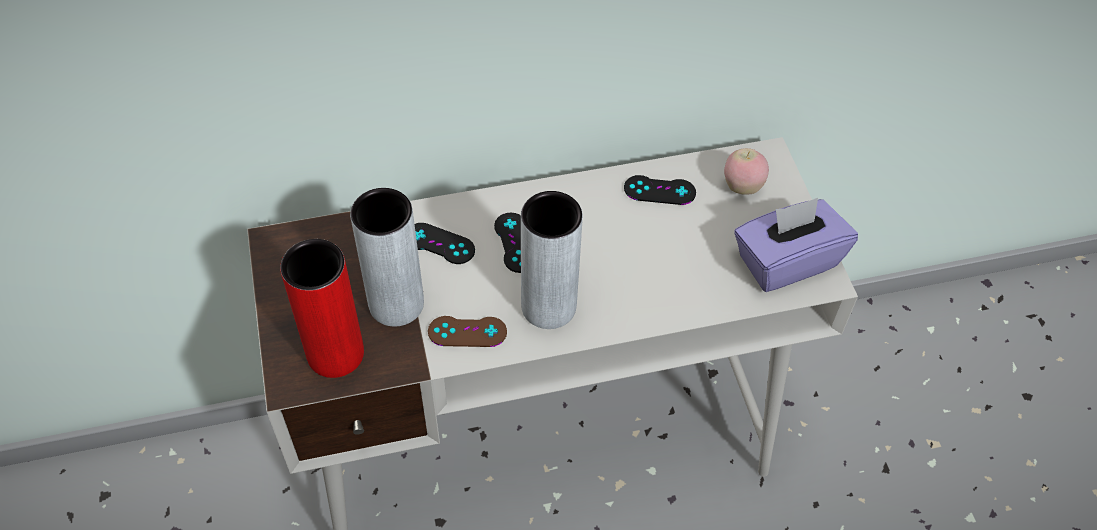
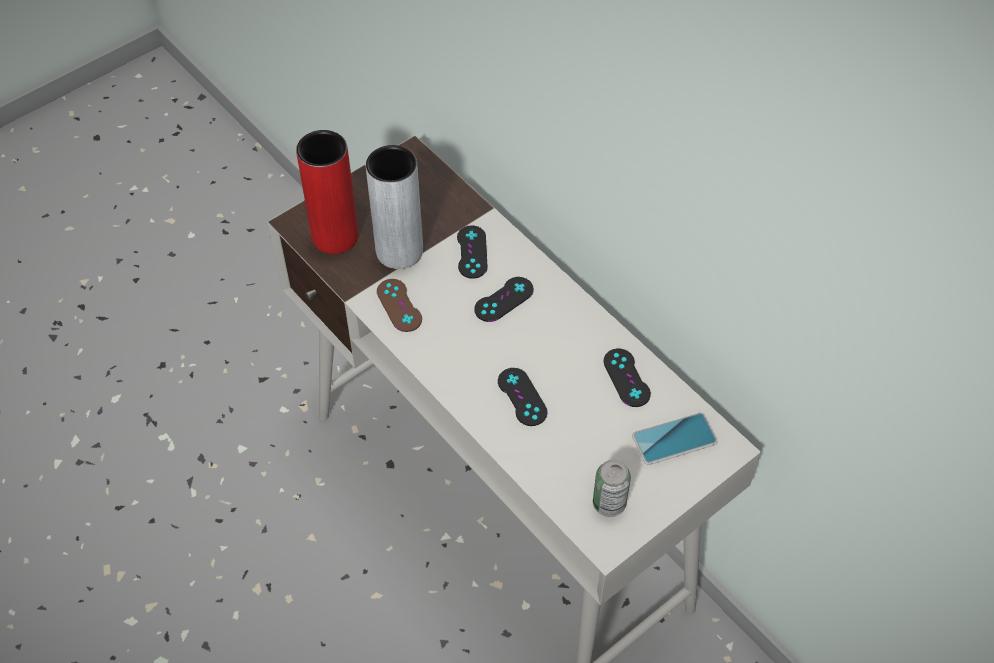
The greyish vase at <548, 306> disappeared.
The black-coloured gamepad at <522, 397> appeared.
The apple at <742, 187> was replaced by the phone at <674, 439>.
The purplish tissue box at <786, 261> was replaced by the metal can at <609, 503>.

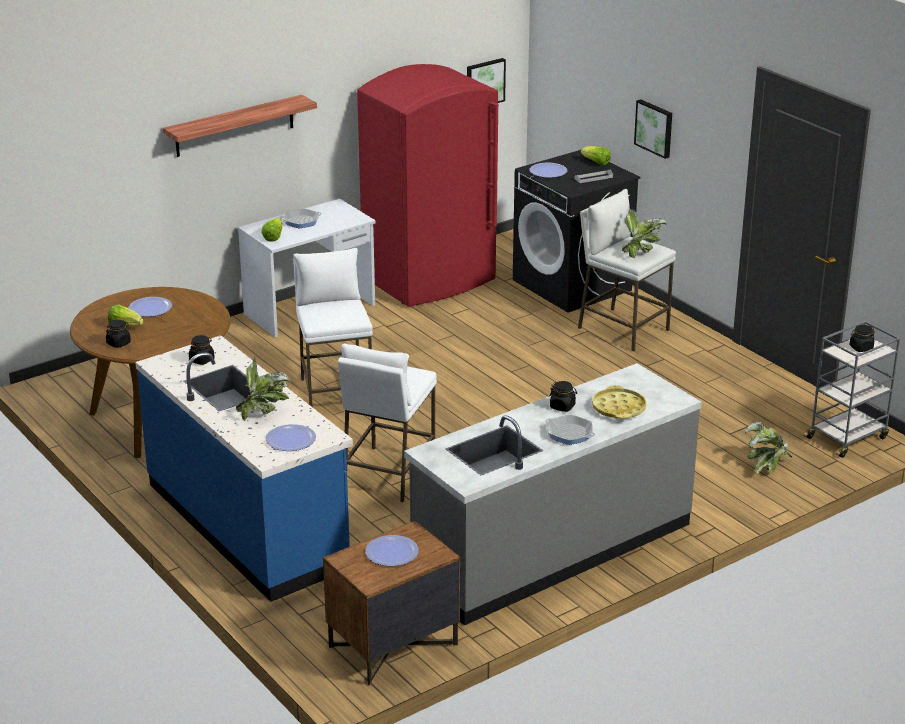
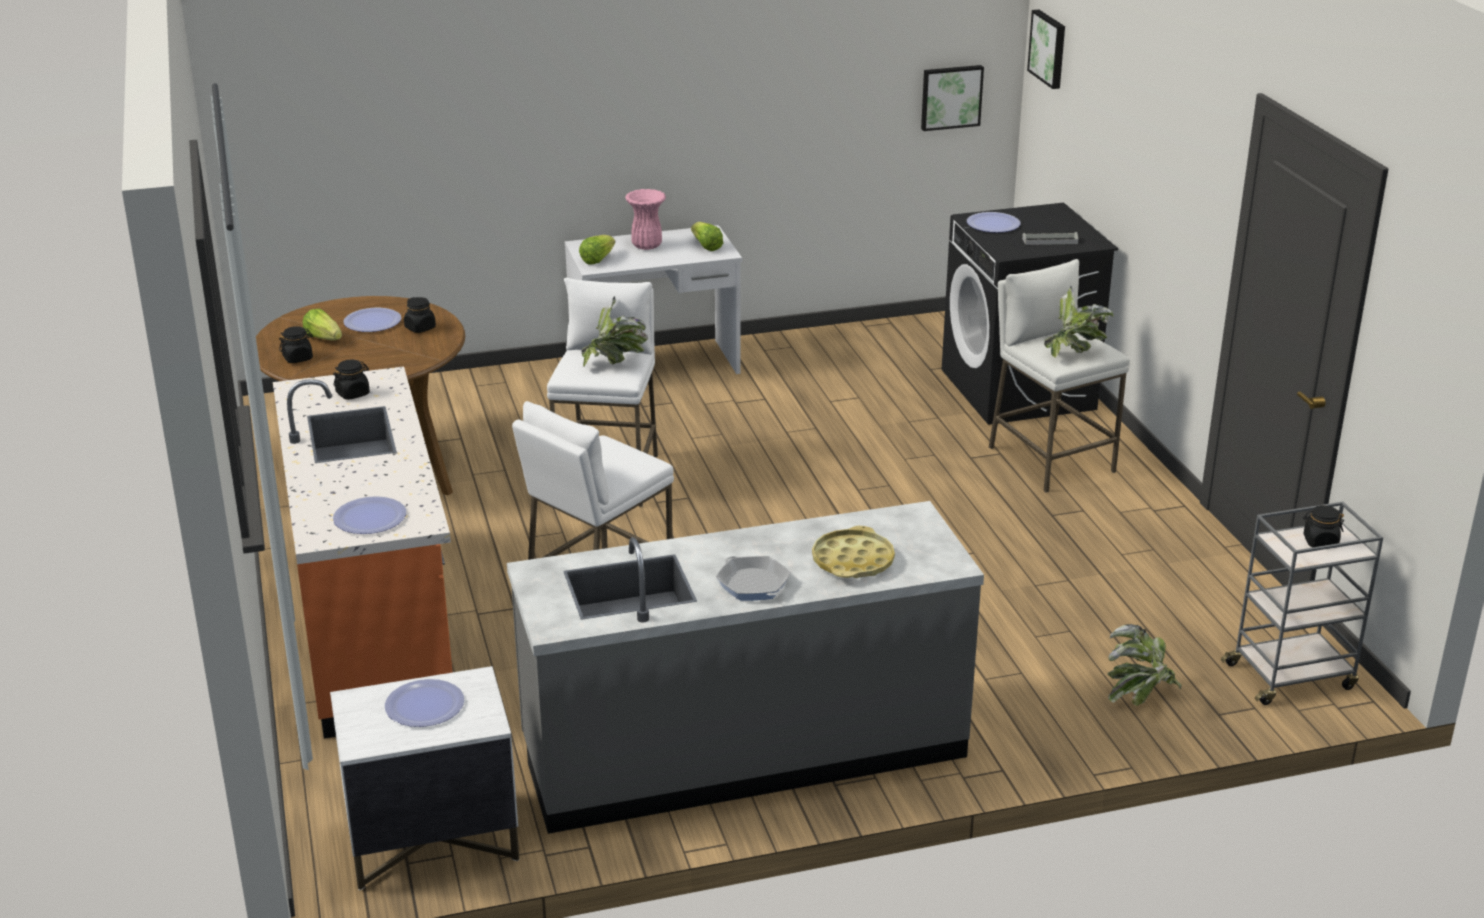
The wall shelf at <234, 126> disappeared.
The reddish fridge at <430, 280> disappeared.
The houseplant moved from <264, 412> to <615, 363>.
The black-coloured storage jar moved from <562, 407> to <420, 328>.
The lettuce head moved from <596, 163> to <706, 246>.
The wall picture moved from <655, 128> to <1049, 48>.
The skillet at <301, 221> was replaced by the pink-coloured vase at <647, 246>.
The bluish counter at <248, 524> became the orangey counter at <375, 627>.
The brown bedside table at <392, 646> became the white-coloured bedside table at <431, 840>.

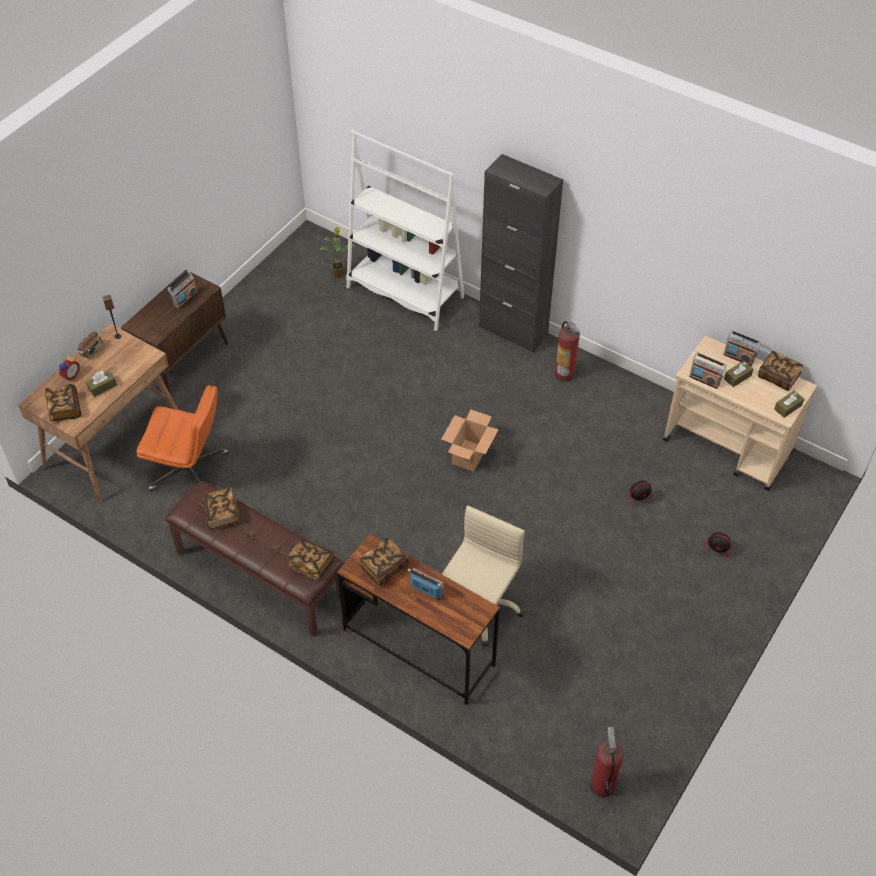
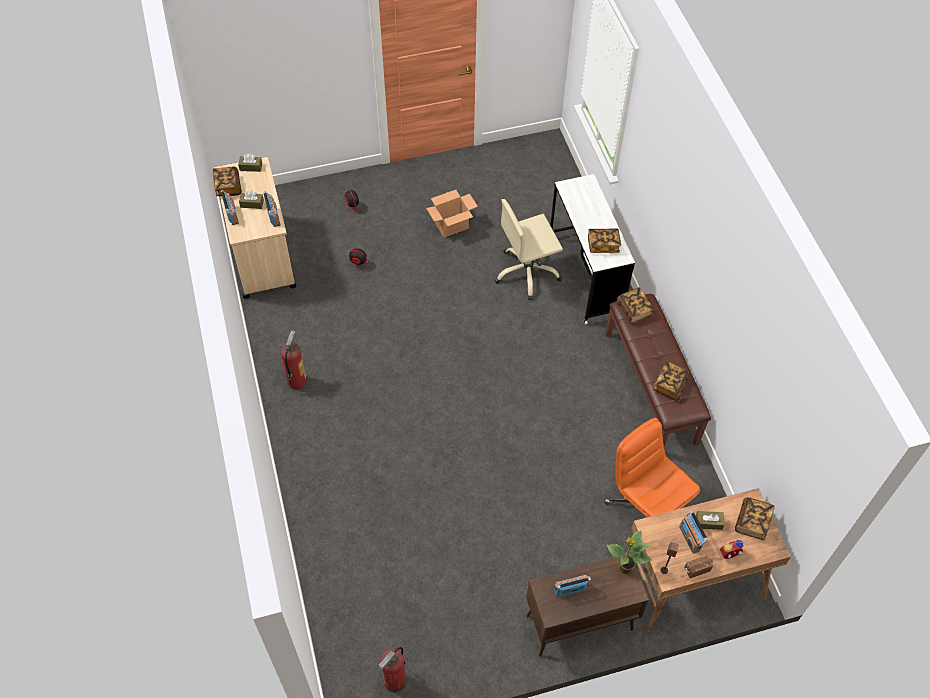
The white-coloured bookcase at <405, 292> disappeared.
The black-coloured cabinet at <513, 331> disappeared.
The houseplant moved from <338, 274> to <624, 569>.
The radio set moved from <426, 590> to <690, 538>.
The packing box moved from <469, 456> to <452, 226>.
The extinguisher moved from <602, 785> to <395, 681>.
The brown desk table at <418, 648> became the white-coloured desk table at <585, 275>.

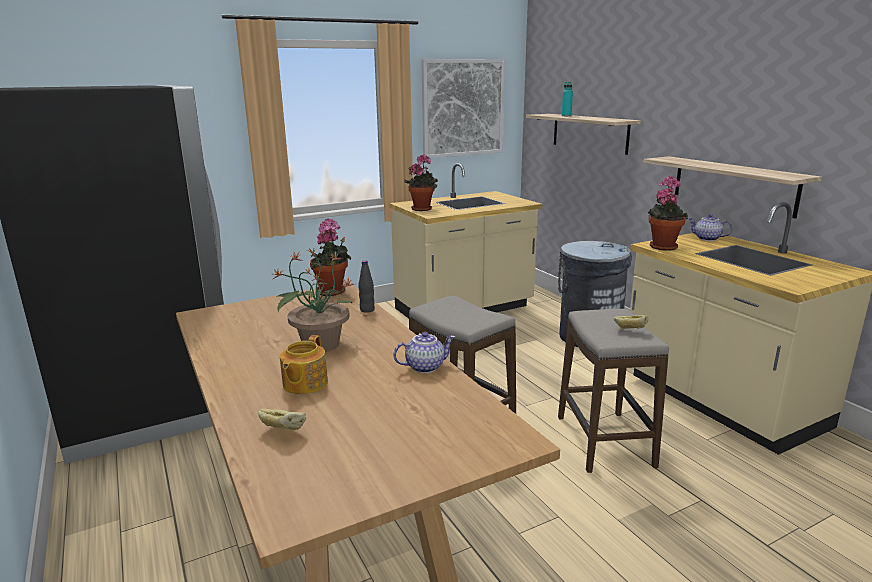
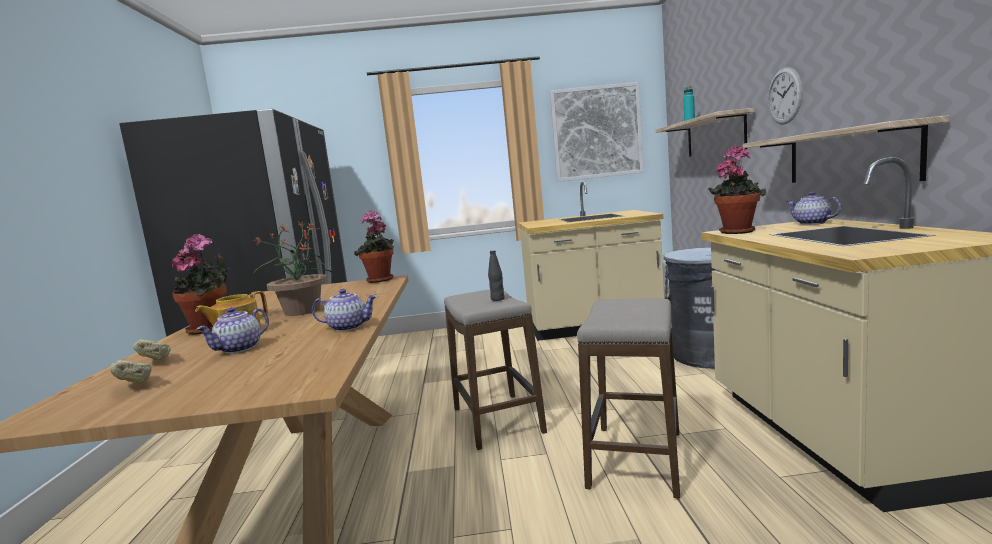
The teapot at <239, 349> appeared.
The hanging clock at <784, 96> appeared.
The black-coloured beverage bottle moved from <367, 310> to <497, 299>.
The houseplant moved from <423, 208> to <211, 329>.
The bakery bread moved from <629, 331> to <135, 387>.

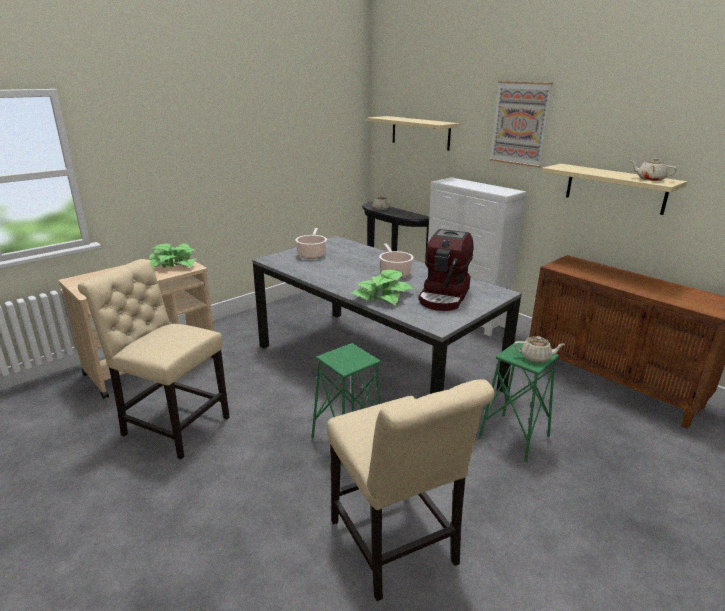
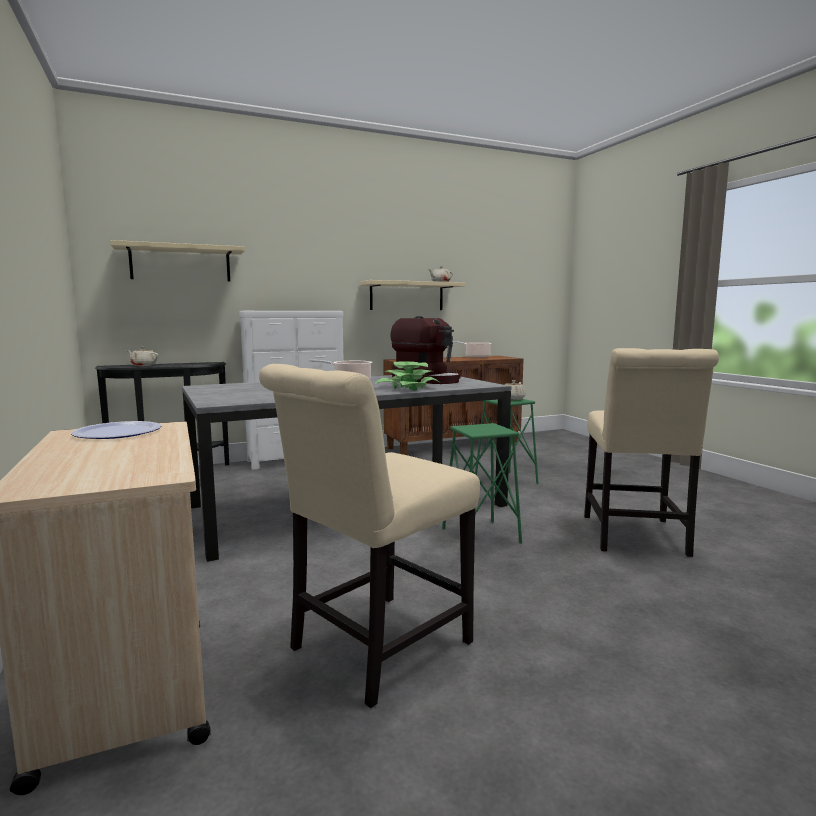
The wall picture at <520, 124> disappeared.
The cooking pot moved from <312, 254> to <475, 357>.
The houseplant at <173, 264> was replaced by the plate at <117, 432>.
The beige upright chair at <396, 547> turned 105 degrees clockwise.

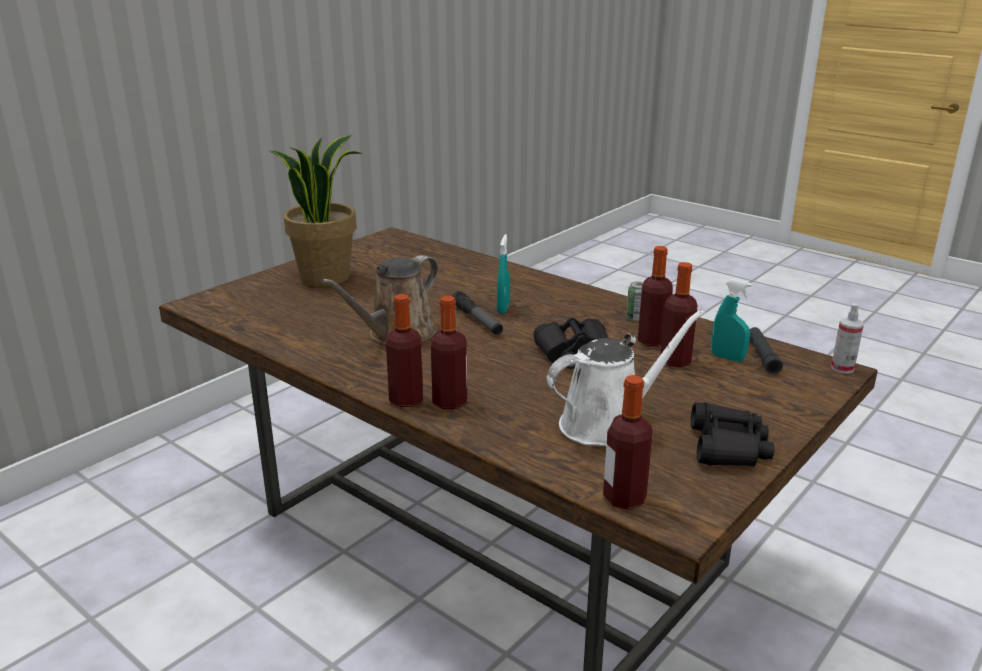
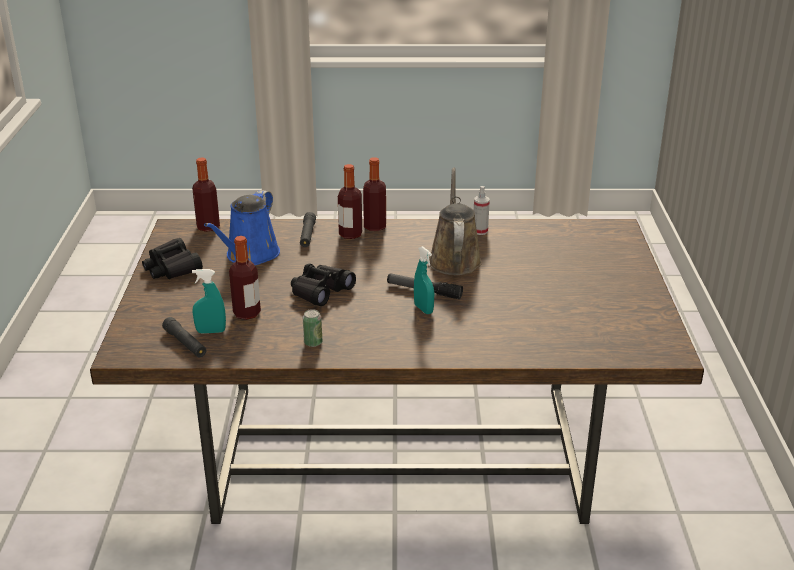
The houseplant at <325, 277> disappeared.
The beverage bottle at <652, 341> disappeared.
The black-coloured torch at <307, 235> appeared.
The sprayer moved from <842, 368> to <480, 231>.
The white-coloured watering pot at <608, 423> became the bluish watering pot at <250, 256>.

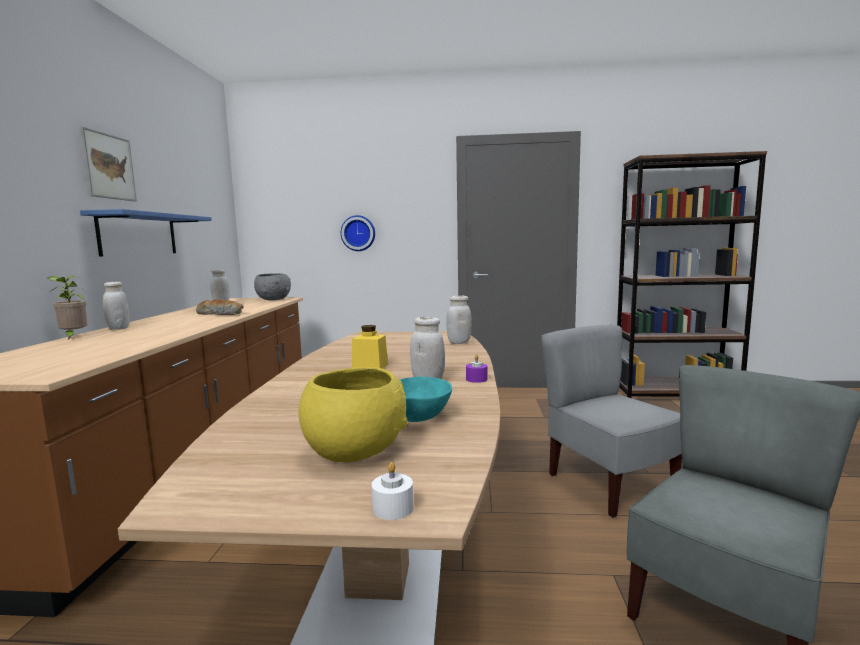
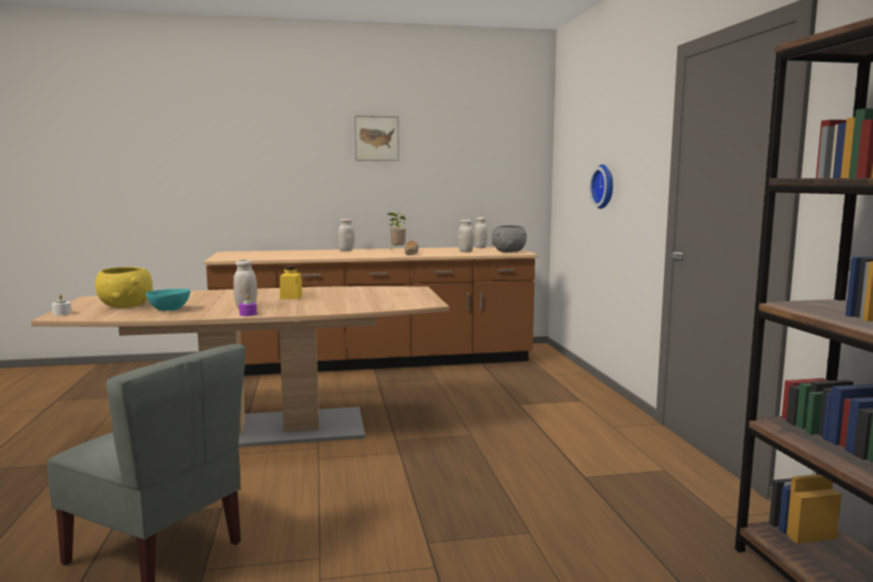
The bluish wall shelf at <138, 234> disappeared.
The greyish upright chair at <609, 484> disappeared.
The houseplant moved from <73, 337> to <397, 250>.
The white-coloured storage jar moved from <459, 342> to <465, 251>.

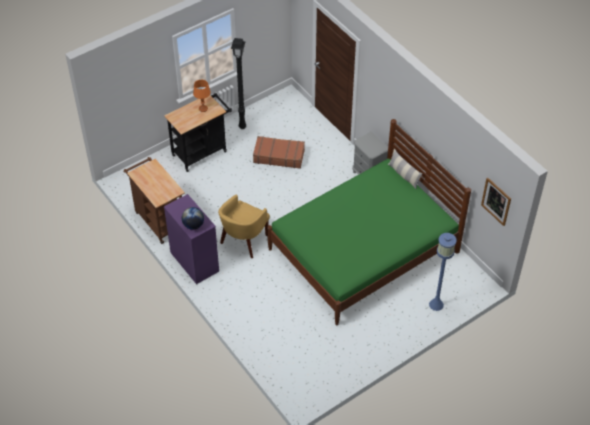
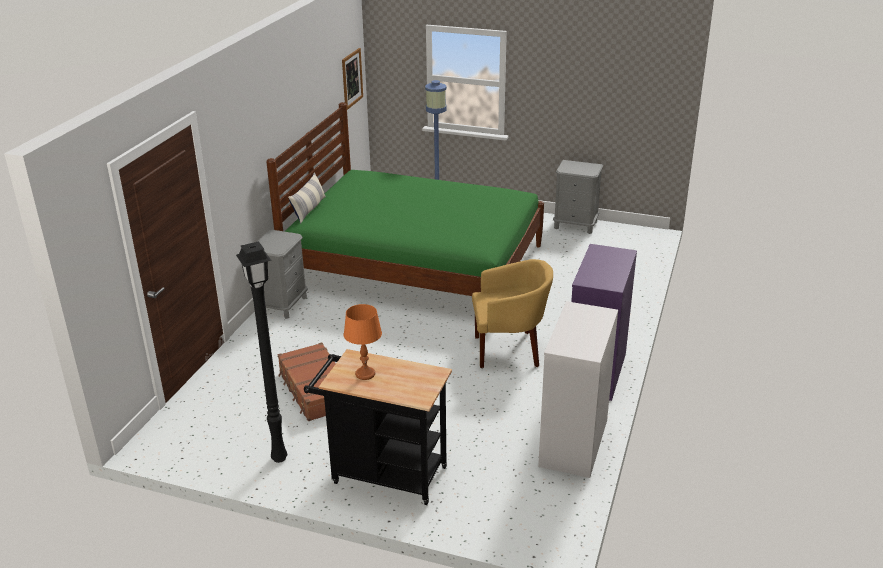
The world globe at <193, 225> disappeared.
The greyish bedside table at <575, 225> appeared.
The brown cart at <158, 219> was replaced by the white-coloured chest of drawers at <573, 443>.

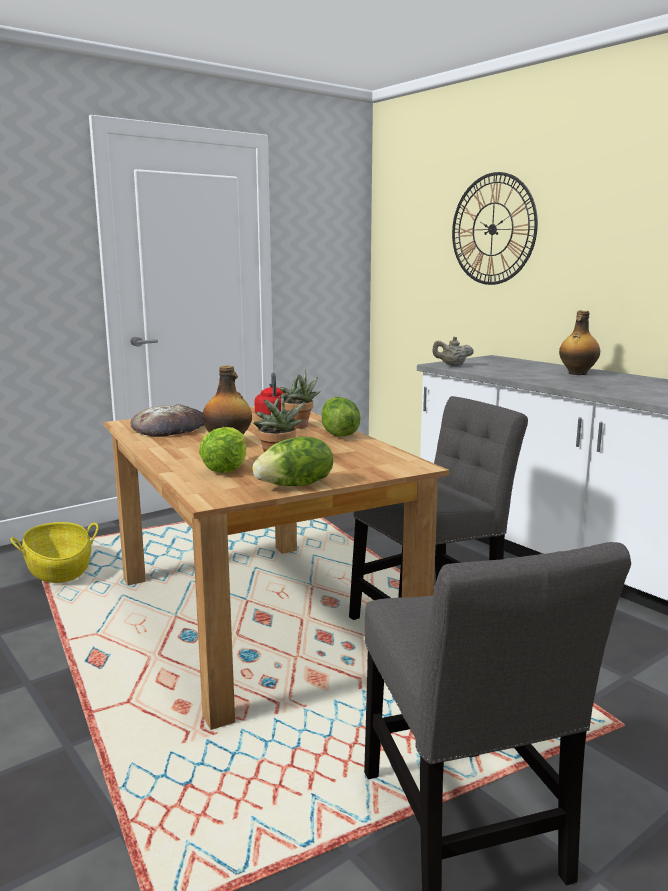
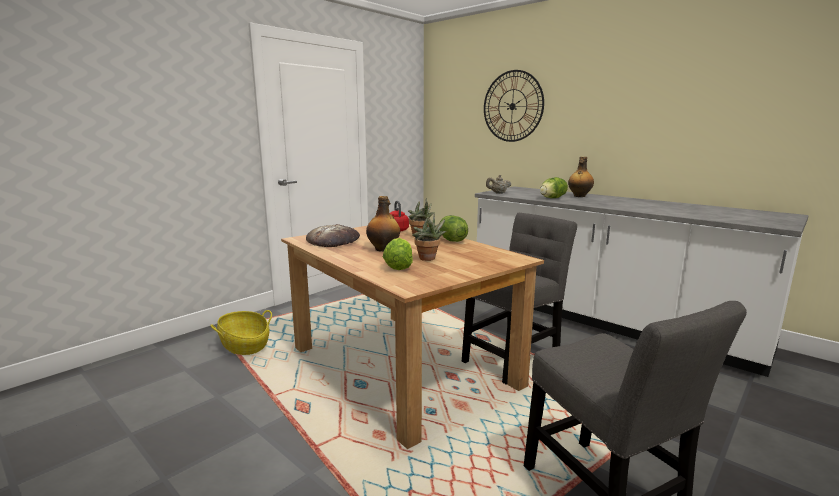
The lettuce head moved from <296, 485> to <552, 198>.

